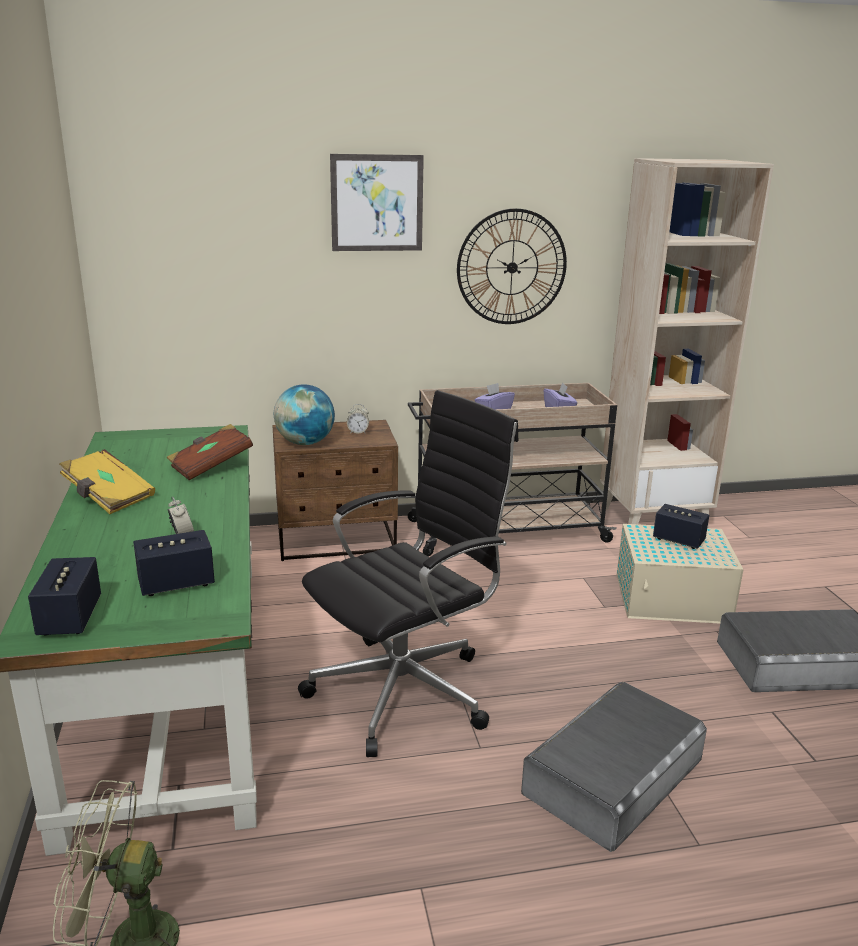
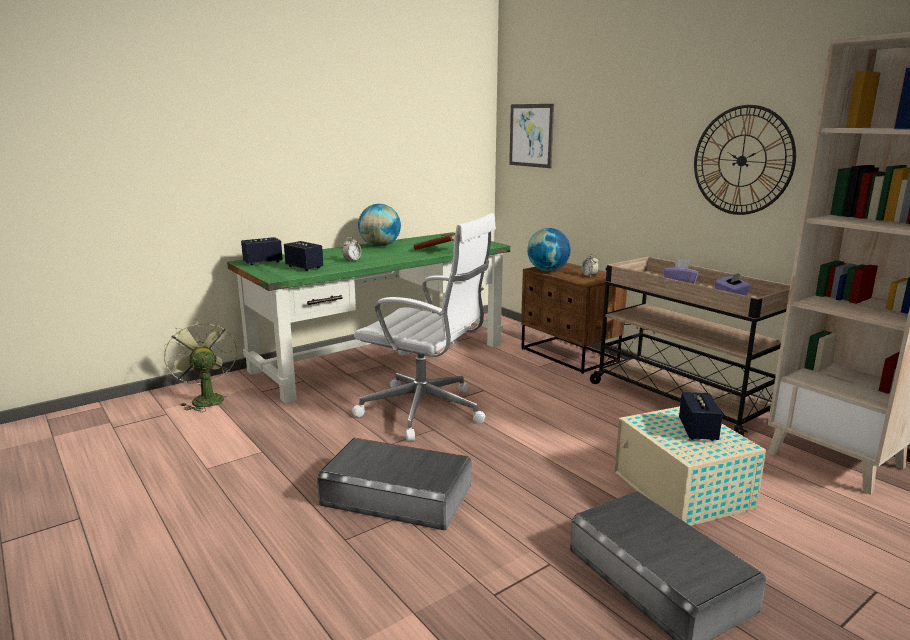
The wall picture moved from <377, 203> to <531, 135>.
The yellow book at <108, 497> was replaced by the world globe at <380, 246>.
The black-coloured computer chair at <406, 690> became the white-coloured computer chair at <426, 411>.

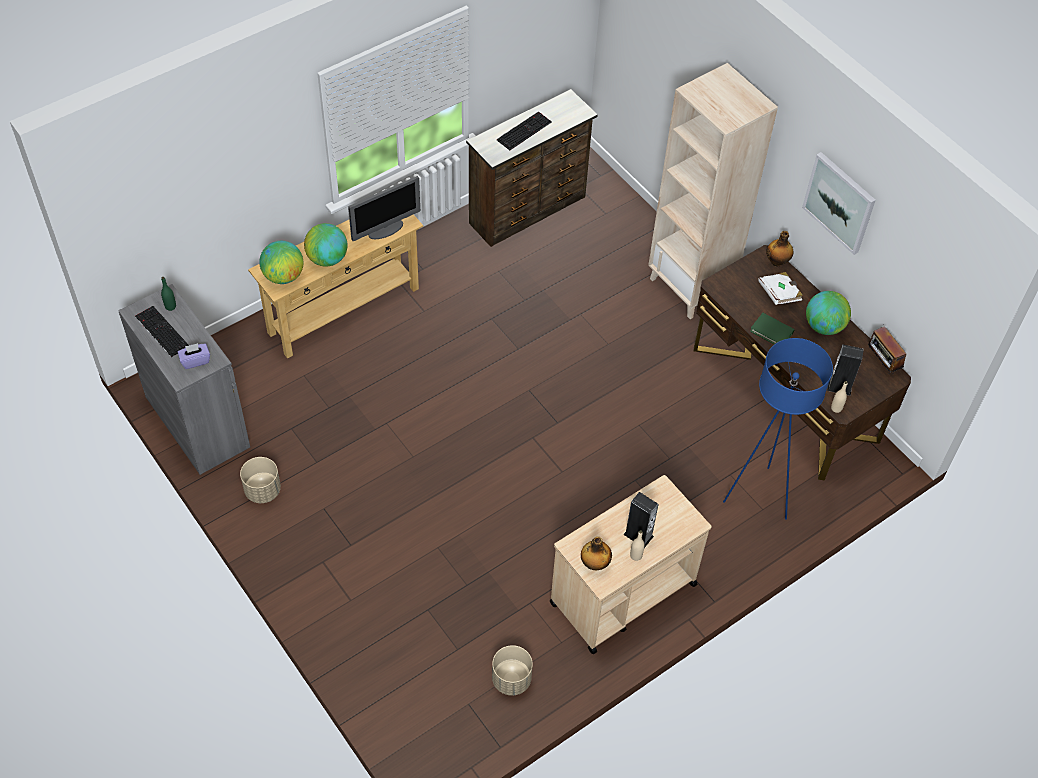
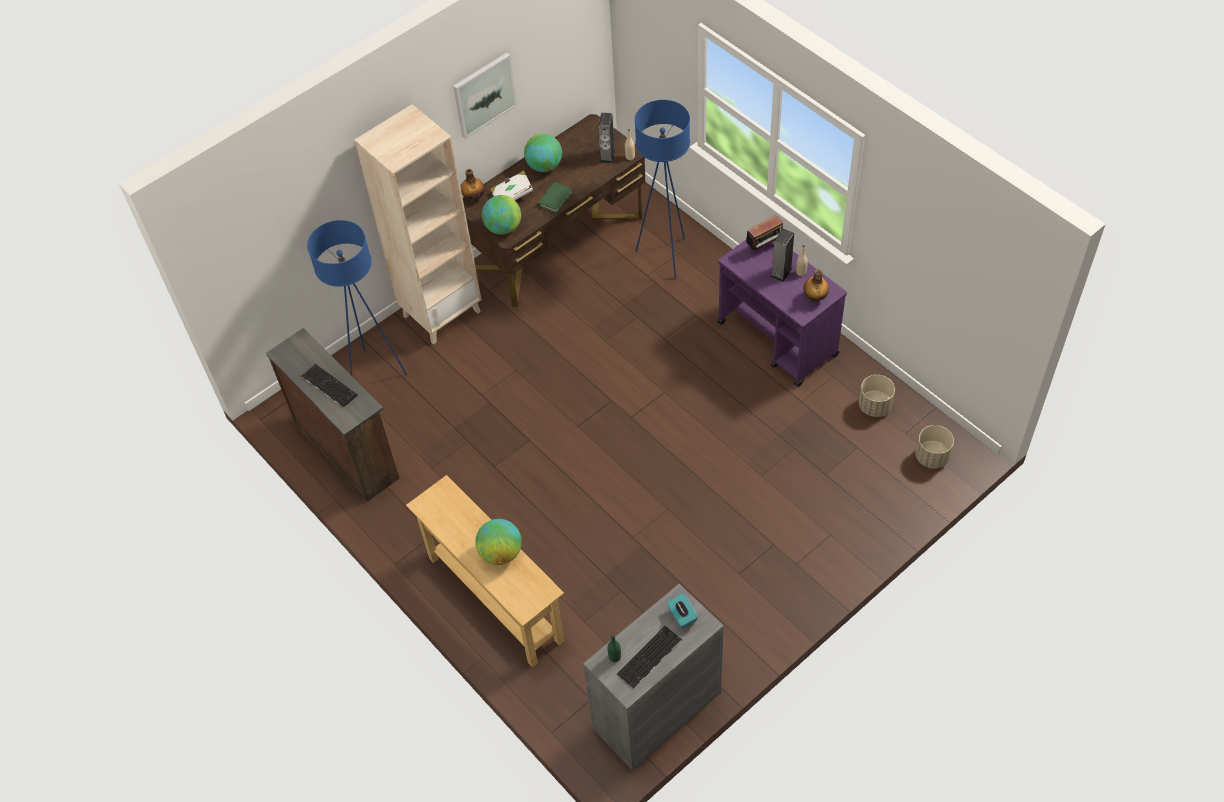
The monitor at <386, 229> disappeared.
The bluish standing lamp at <375, 372> appeared.
The beige planter moved from <262, 490> to <931, 457>.
The world globe moved from <283, 276> to <503, 228>.
The radio set moved from <882, 363> to <765, 246>.
The purplish tissue box at <195, 360> became the turquoise-coloured tissue box at <682, 616>.
The beige cart at <622, 594> became the purplish cart at <778, 339>.

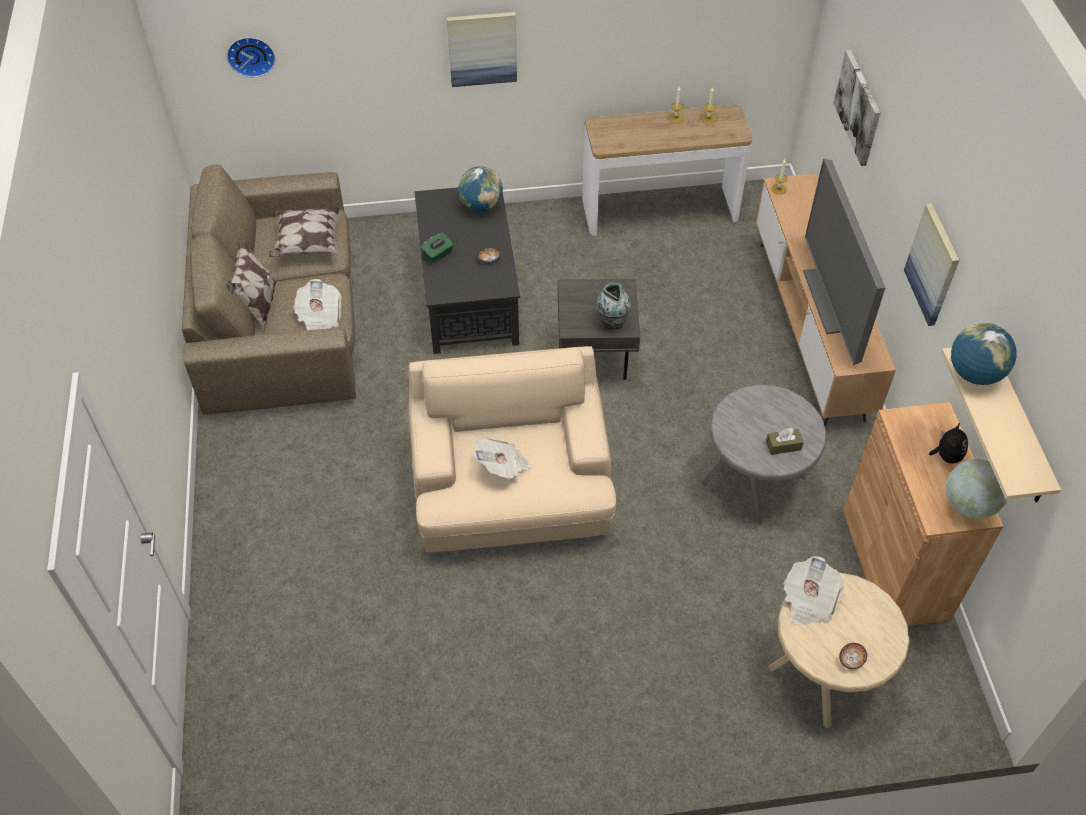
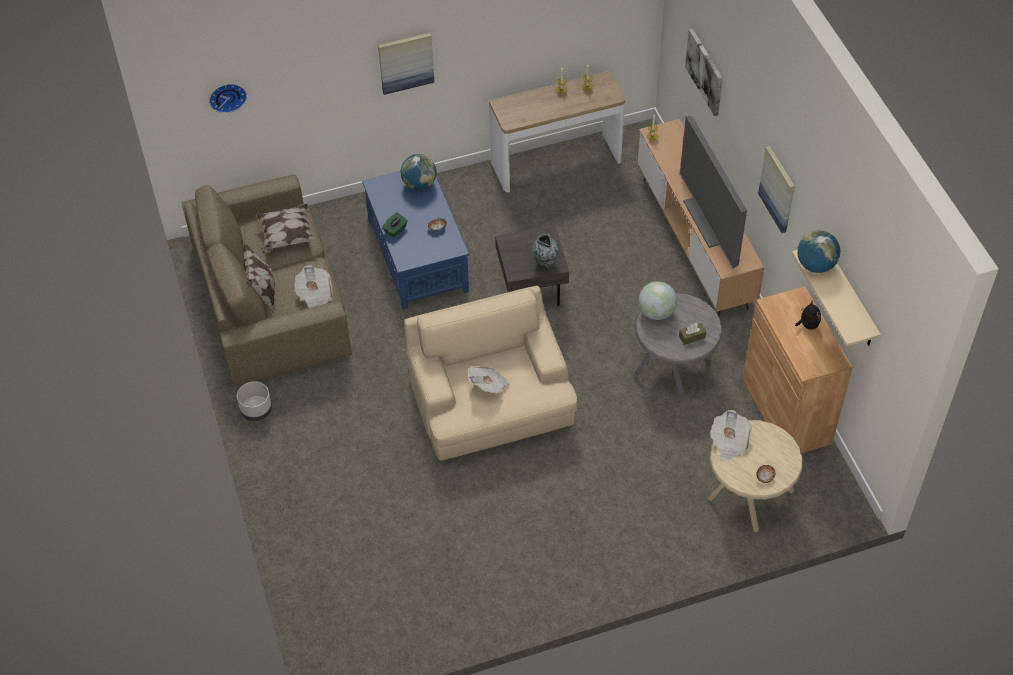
The greyish planter at <256, 411> appeared.
The world globe moved from <968, 505> to <656, 312>.
The black-coloured low table at <469, 292> became the bluish low table at <418, 254>.

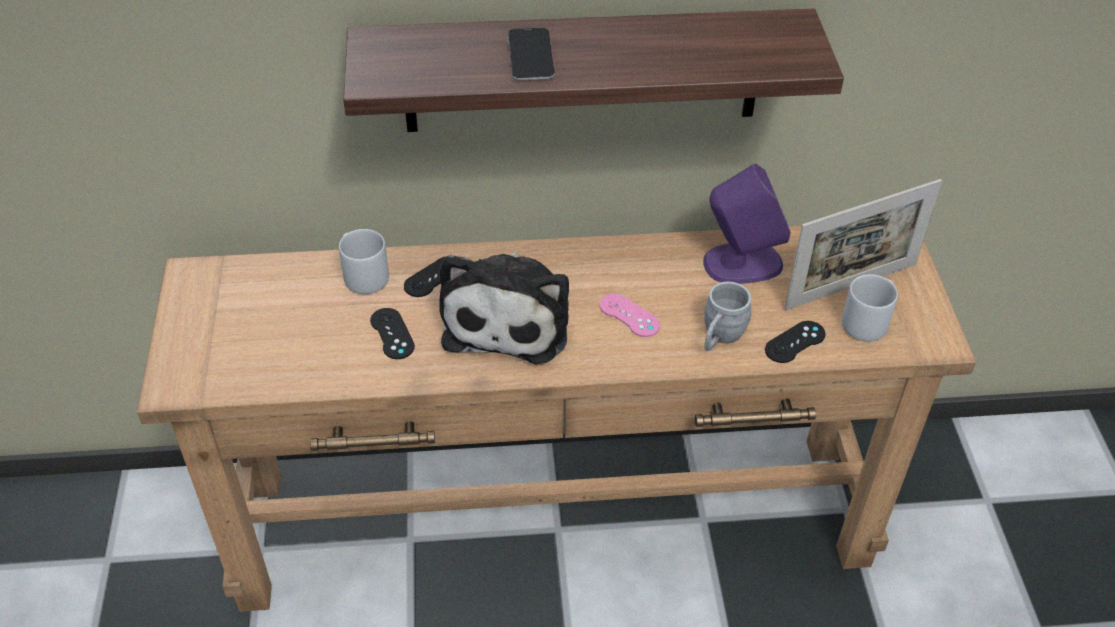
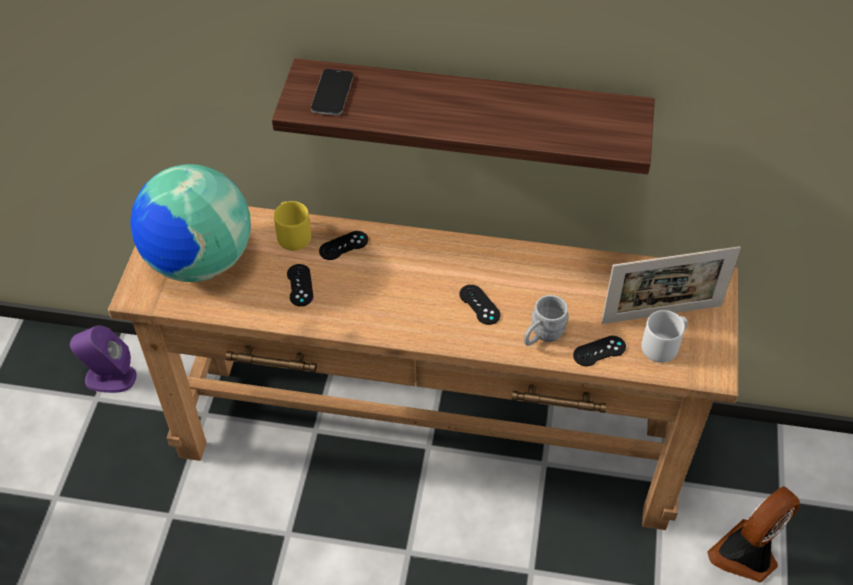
The soft toy at <509, 318> disappeared.
The world globe at <199, 261> appeared.
The fan at <747, 555> appeared.
The phone moved from <530, 56> to <332, 93>.
The purplish audio speaker moved from <741, 263> to <109, 377>.
The greyish mug at <363, 276> became the yellow mug at <292, 235>.
The pink-coloured gamepad at <629, 315> became the black-coloured gamepad at <479, 305>.

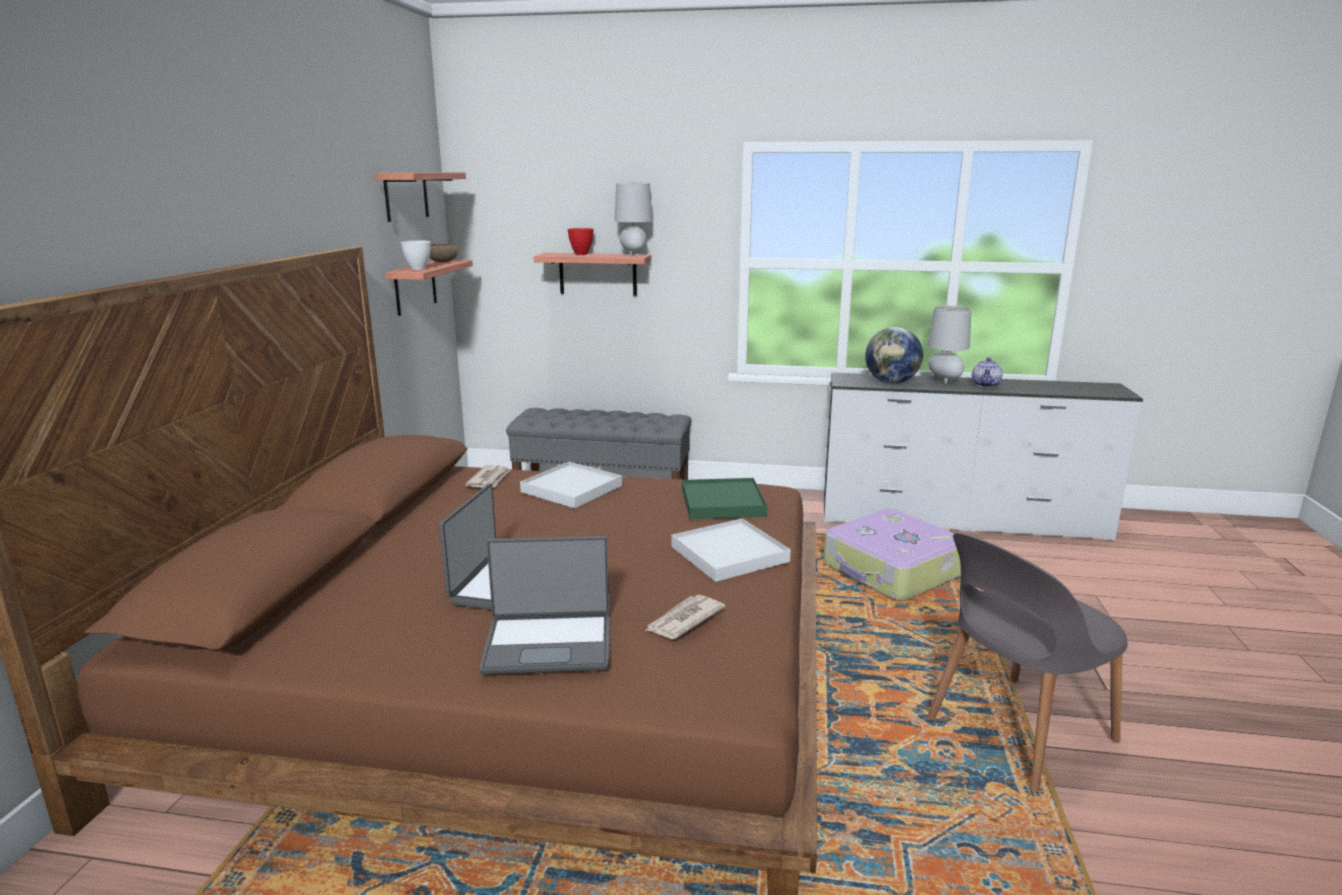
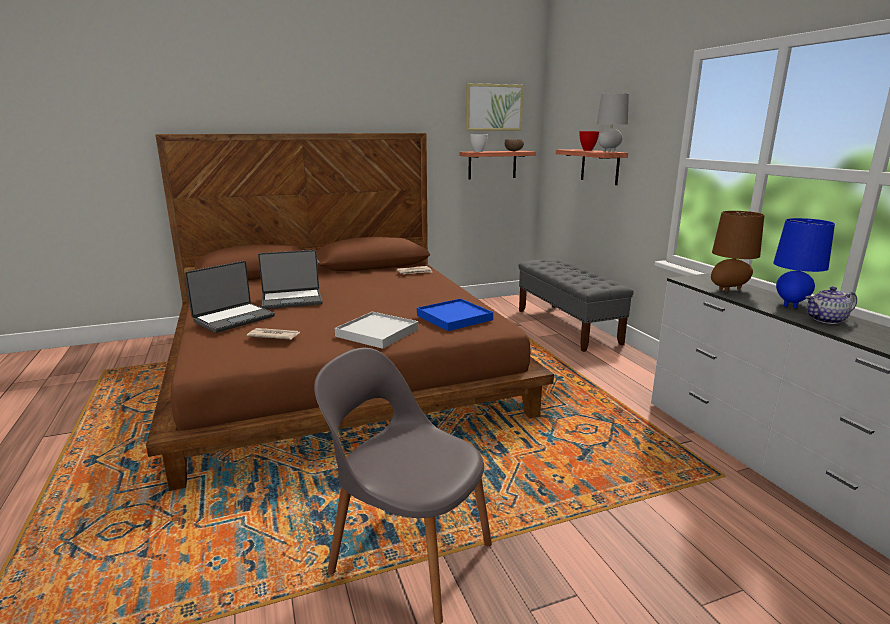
The white-coloured serving tray at <572, 489> disappeared.
The travel case at <892, 571> disappeared.
The wall shelf at <406, 196> was replaced by the wall picture at <493, 107>.
The world globe at <891, 382> was replaced by the brown tabletop lamp at <729, 290>.
The greenish serving tray at <723, 503> became the bluish serving tray at <454, 318>.
The greyish tabletop lamp at <944, 381> became the bluish tabletop lamp at <791, 305>.
The notebook computer at <549, 644> turned 105 degrees counterclockwise.

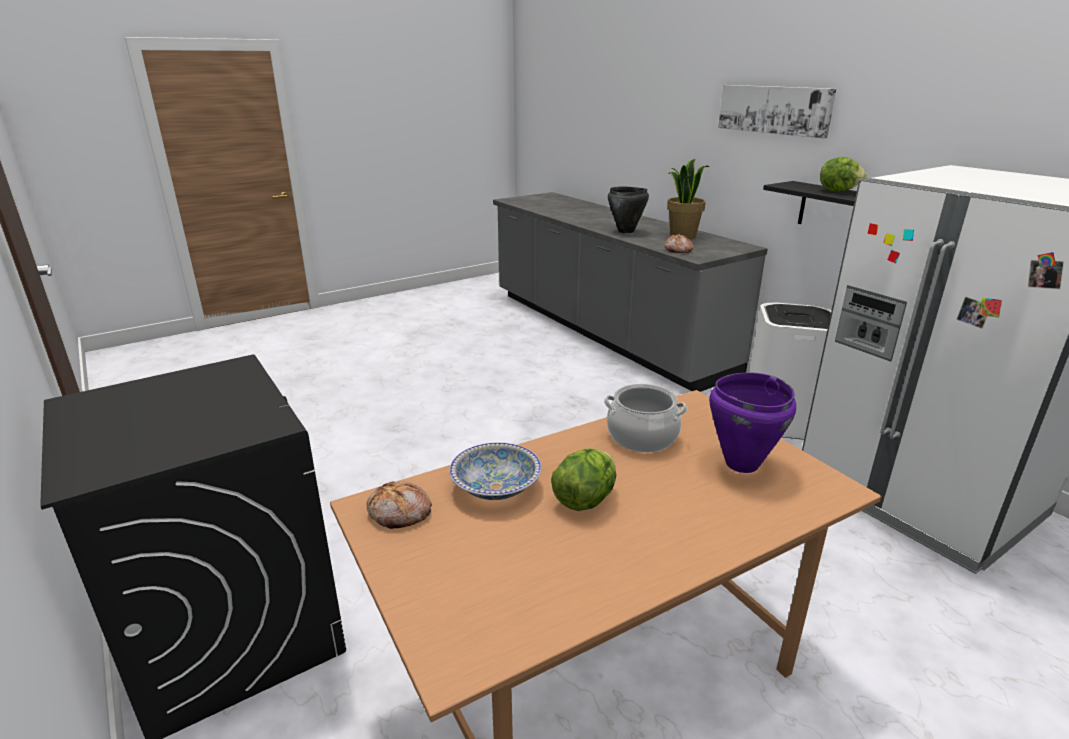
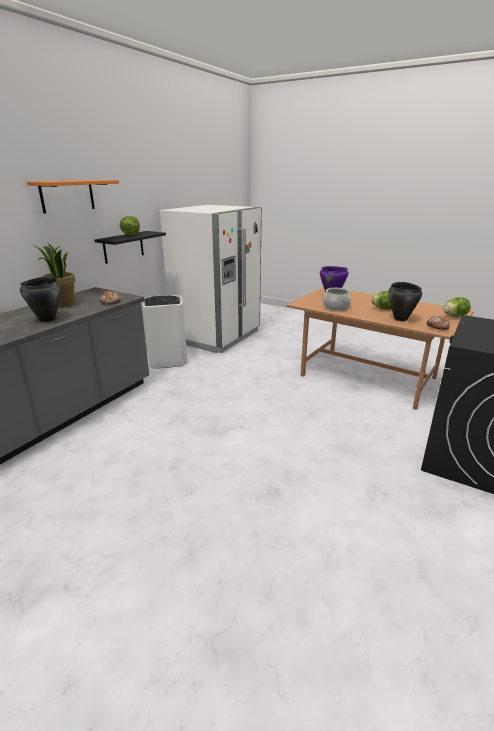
The lettuce head at <454, 316> appeared.
The deep dish at <496, 487> was replaced by the black-coloured cooking pot at <400, 319>.
The wall picture at <774, 109> was replaced by the orangey wall shelf at <67, 196>.

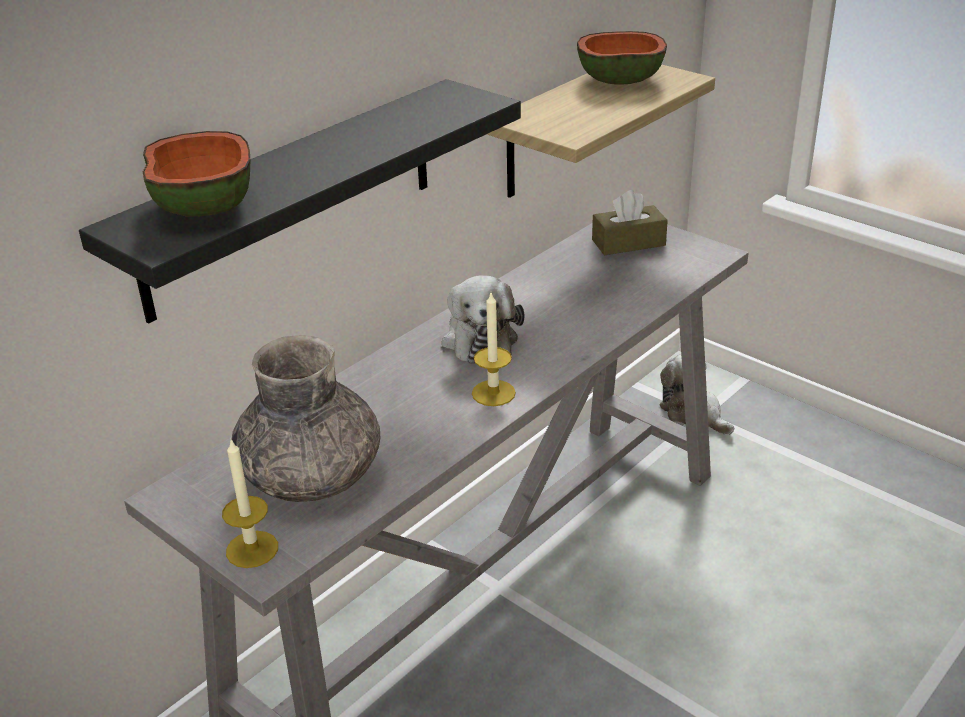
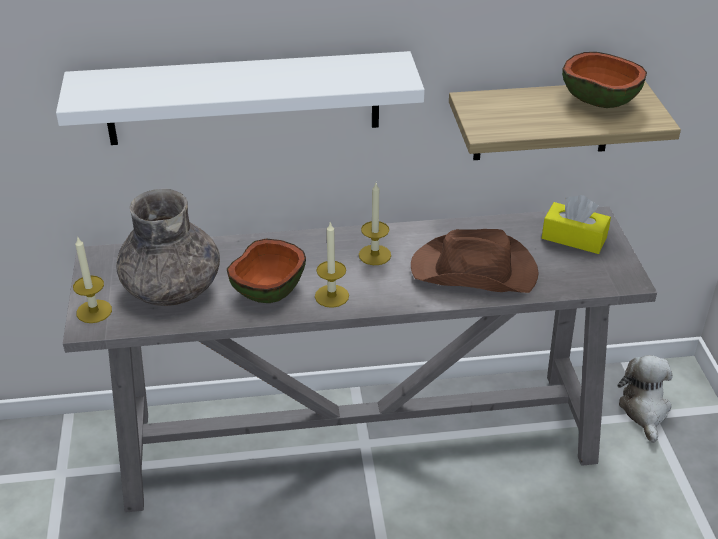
The brown wearable hat at <475, 272> appeared.
The deep dish moved from <203, 206> to <268, 289>.
The soft toy at <480, 338> was replaced by the candle at <374, 255>.
The black-coloured wall shelf at <292, 197> became the white-coloured wall shelf at <243, 98>.
The brown tissue box at <628, 242> became the yellow tissue box at <574, 238>.

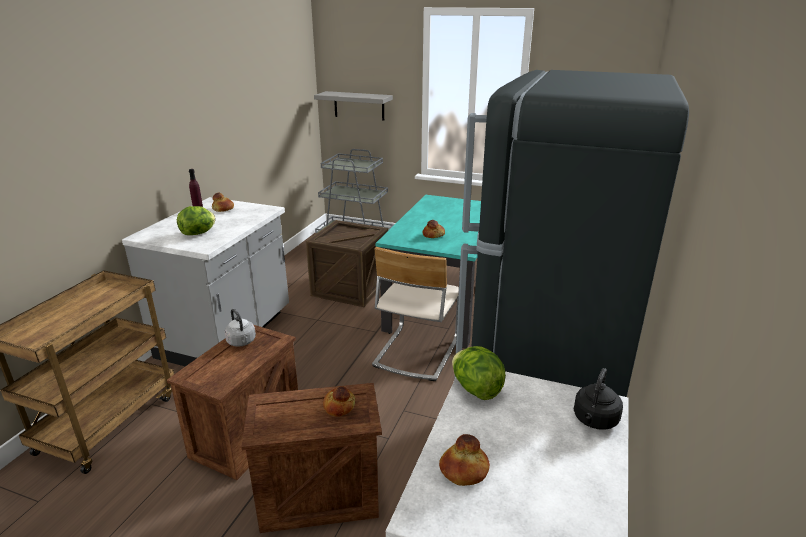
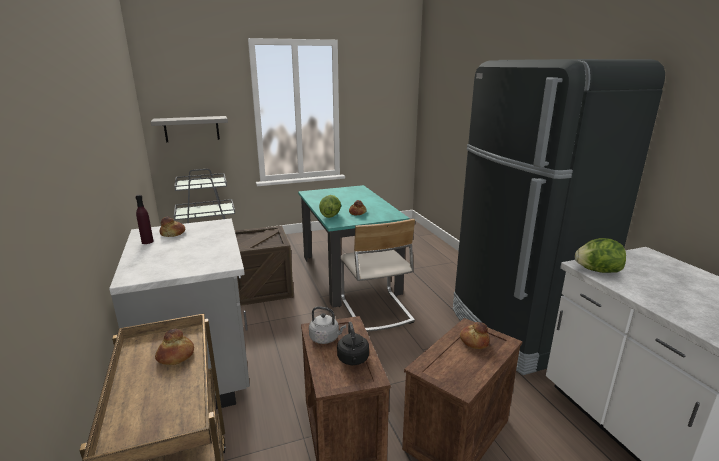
The lettuce head moved from <198, 233> to <330, 216>.
The bakery bread moved from <463, 470> to <175, 356>.
The black-coloured water kettle moved from <594, 420> to <353, 360>.

